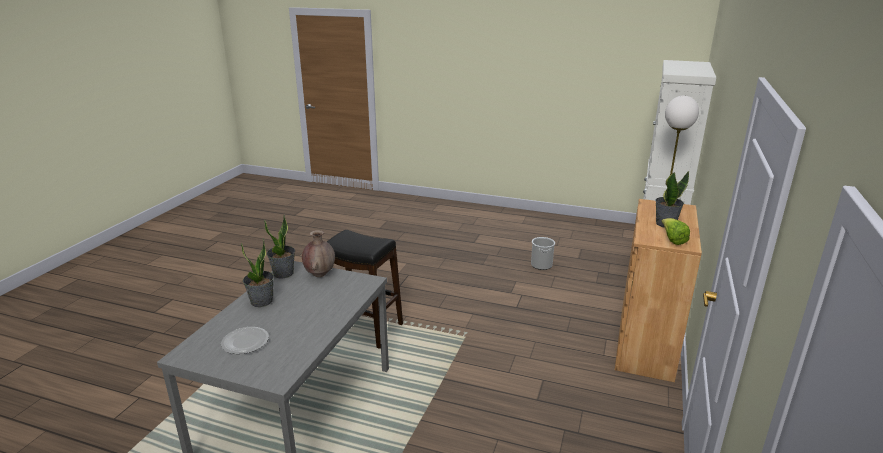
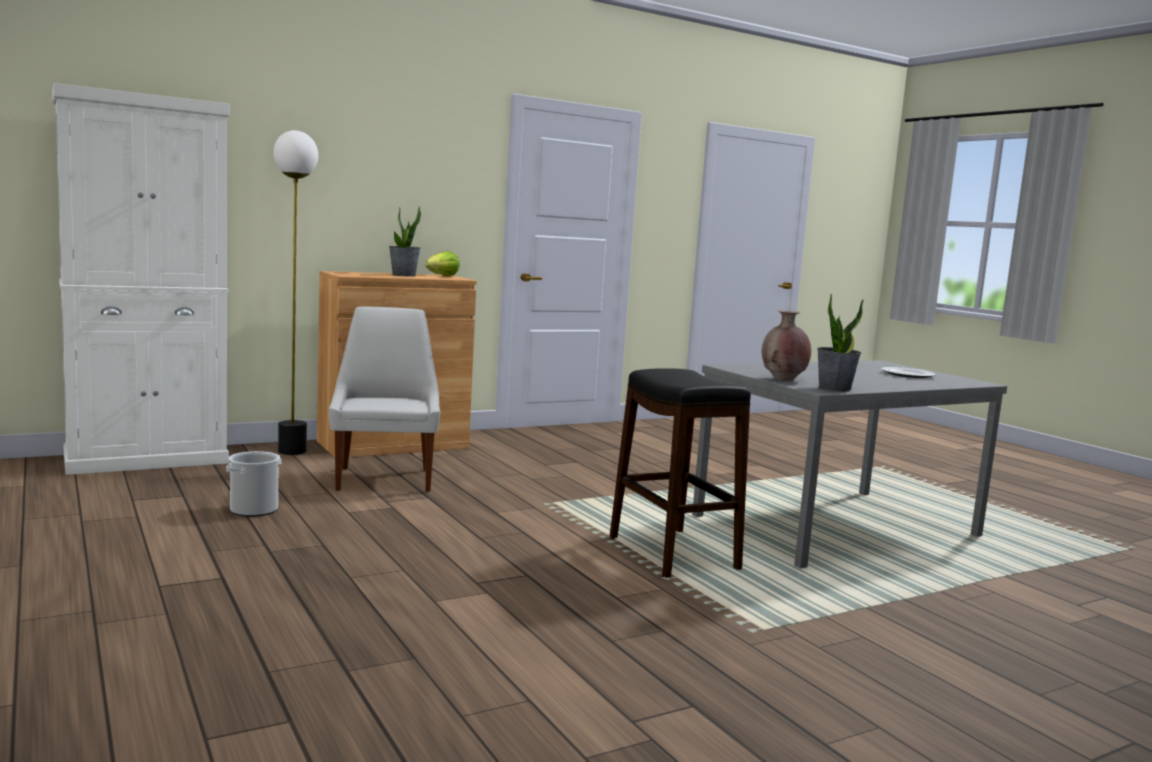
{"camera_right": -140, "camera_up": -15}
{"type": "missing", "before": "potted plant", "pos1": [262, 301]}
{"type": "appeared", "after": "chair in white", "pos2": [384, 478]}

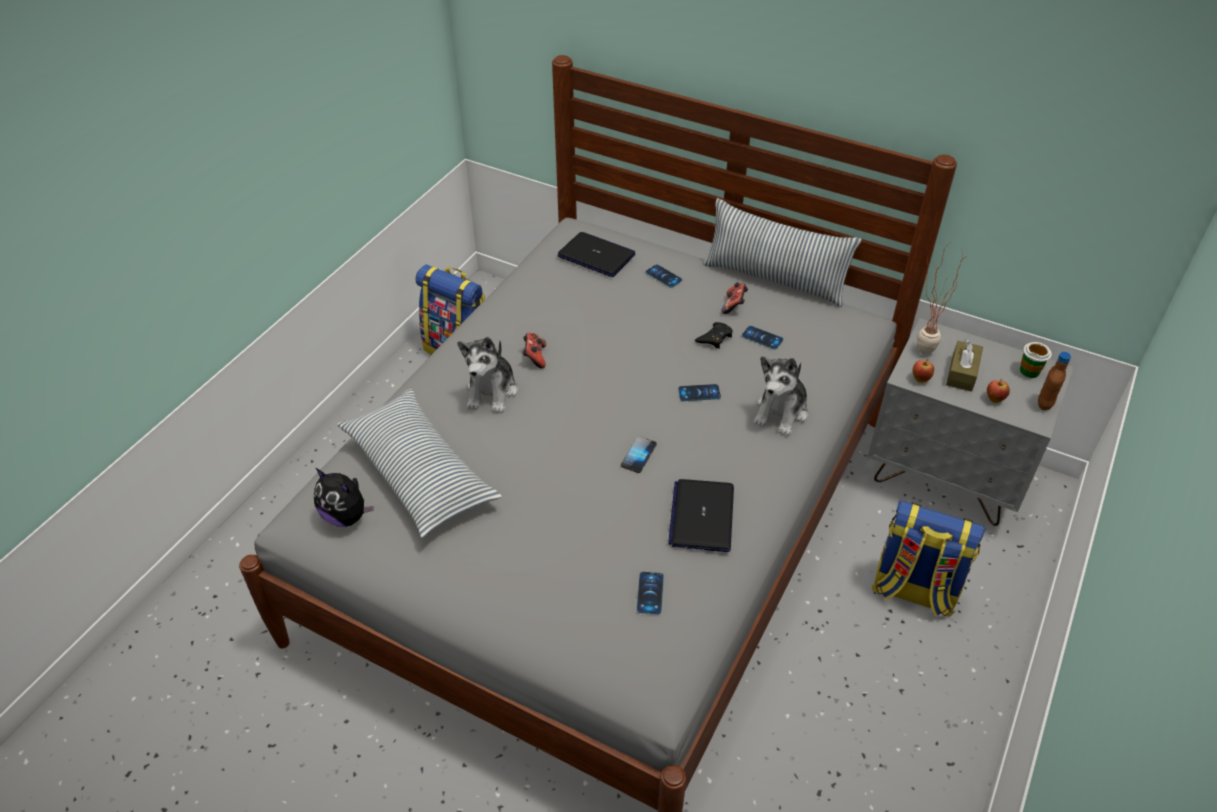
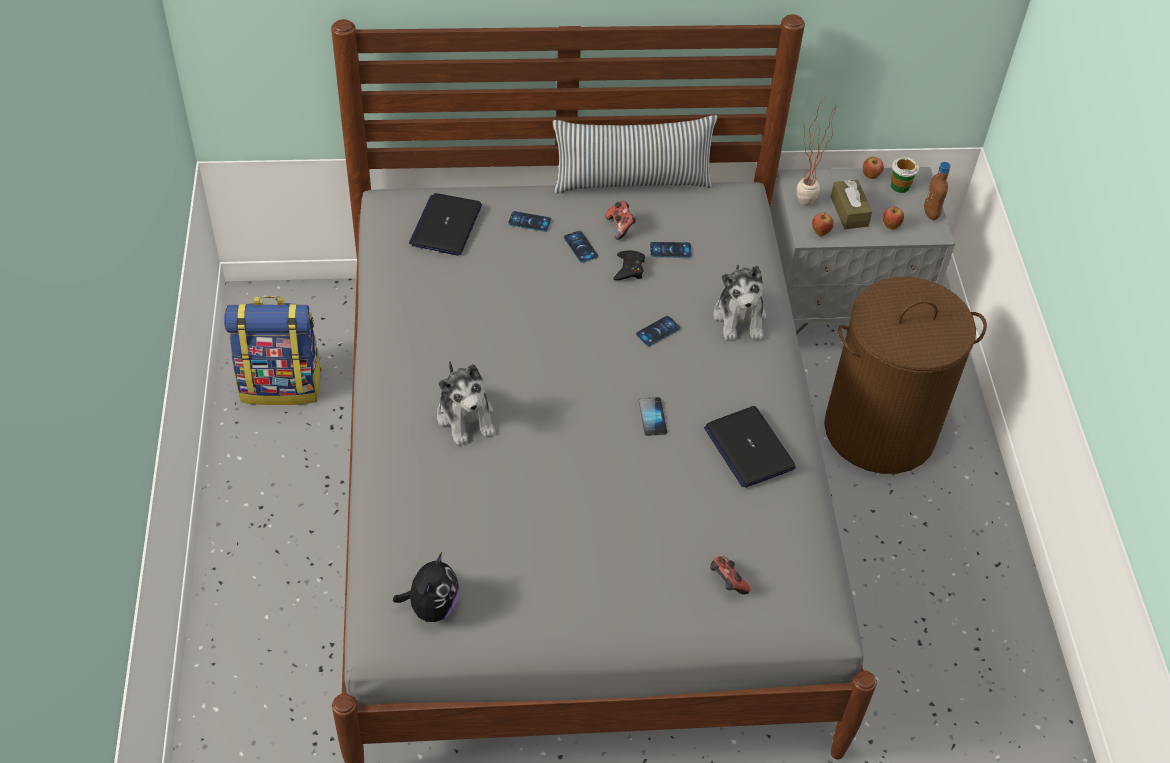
{"camera_right": -35, "camera_up": 5}
{"type": "spun", "before": "laptop", "pos1": [597, 256], "pos2": [446, 225], "turn": -75}
{"type": "relocated", "before": "game controller", "pos1": [535, 357], "pos2": [726, 582]}
{"type": "missing", "before": "pillow", "pos1": [419, 473]}
{"type": "spun", "before": "plush toy", "pos1": [346, 516], "pos2": [432, 607], "turn": -75}
{"type": "exchanged", "before": "backpack", "after": "laundry basket in brown", "pos1": [913, 590], "pos2": [879, 430]}
{"type": "relocated", "before": "phone", "pos1": [650, 593], "pos2": [580, 247]}
{"type": "appeared", "after": "apple", "pos2": [870, 176]}

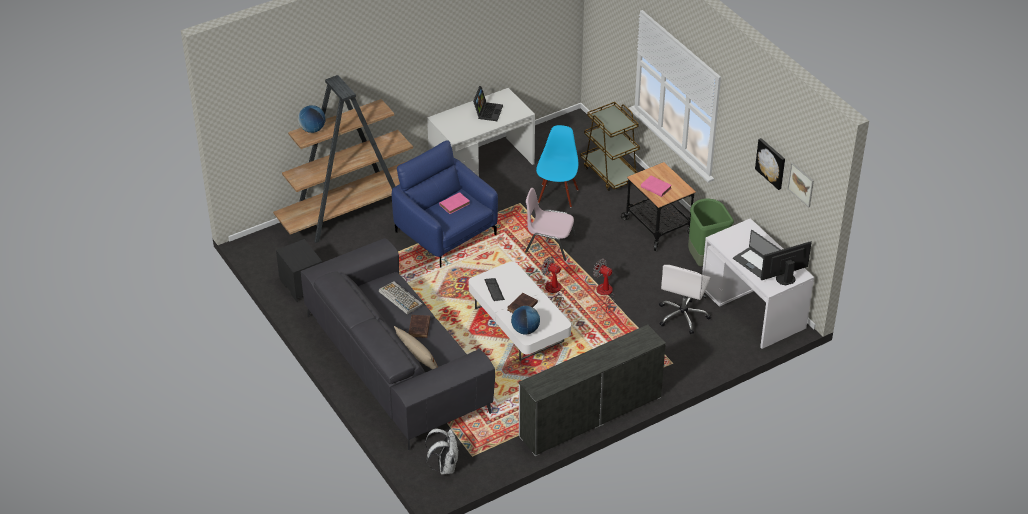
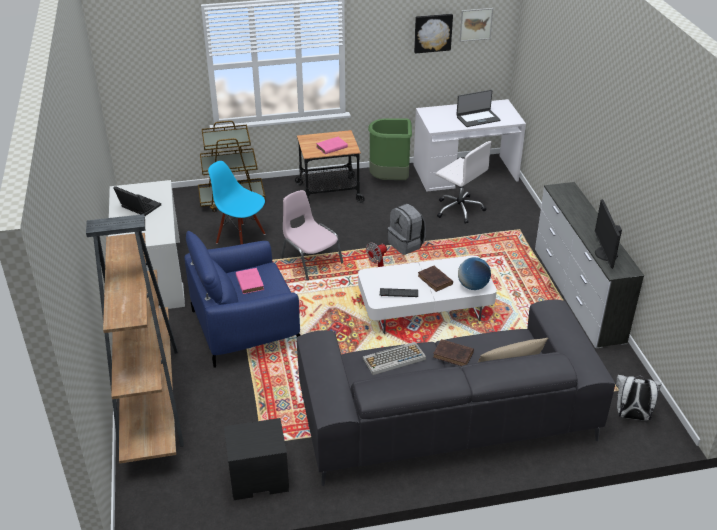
{"camera_right": -70, "camera_up": -5}
{"type": "missing", "before": "globe", "pos1": [312, 129]}
{"type": "spun", "before": "chair in pink", "pos1": [549, 243], "pos2": [310, 260], "turn": 105}
{"type": "relocated", "before": "monitor", "pos1": [785, 278], "pos2": [605, 254]}
{"type": "exchanged", "before": "fan", "after": "backpack in grey", "pos1": [604, 294], "pos2": [406, 244]}

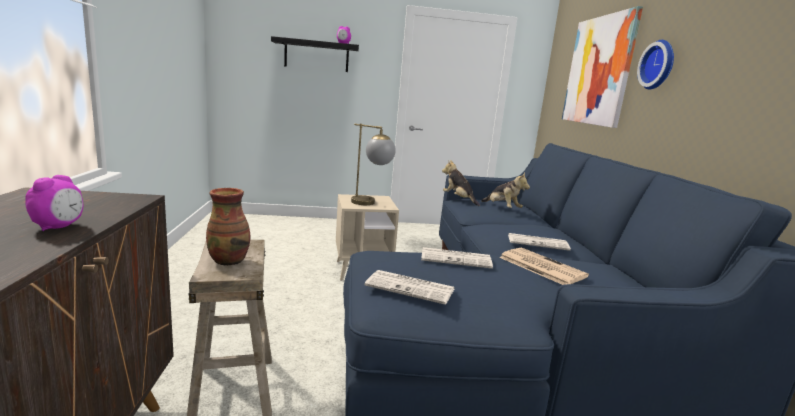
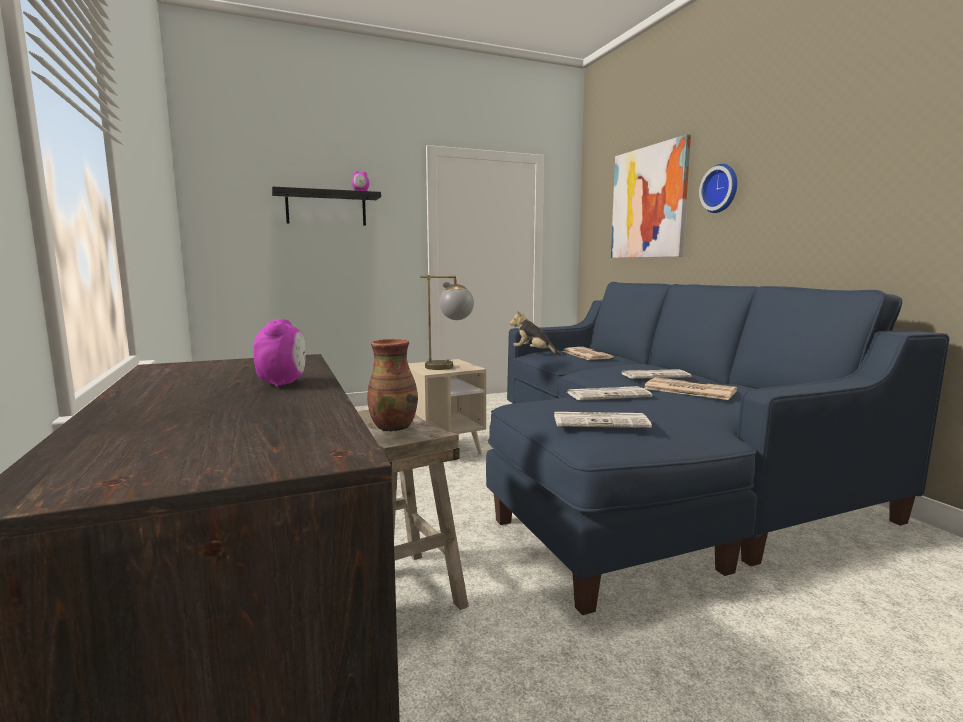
{"camera_right": -15, "camera_up": -5}
{"type": "exchanged", "before": "plush toy", "after": "newspaper", "pos1": [502, 208], "pos2": [585, 354]}

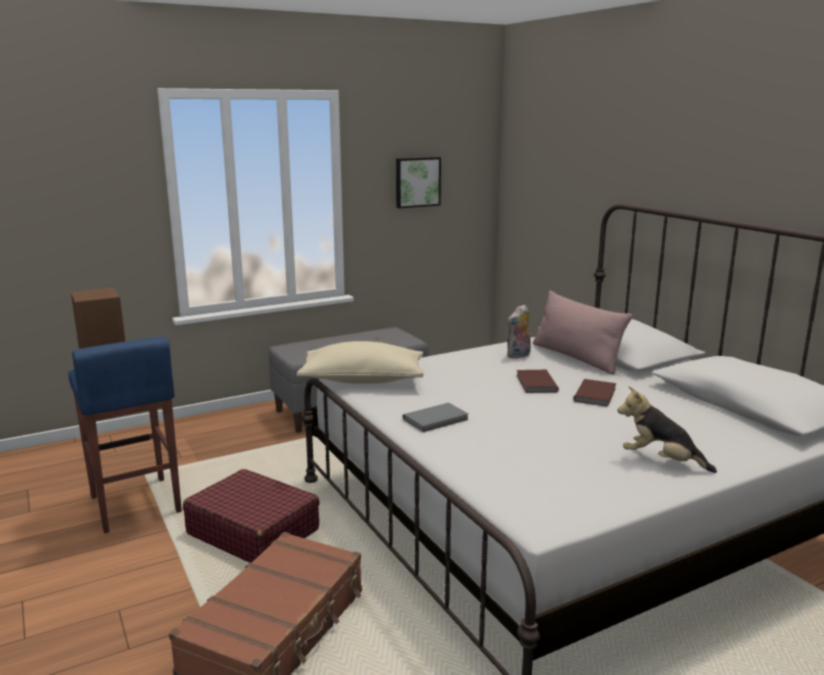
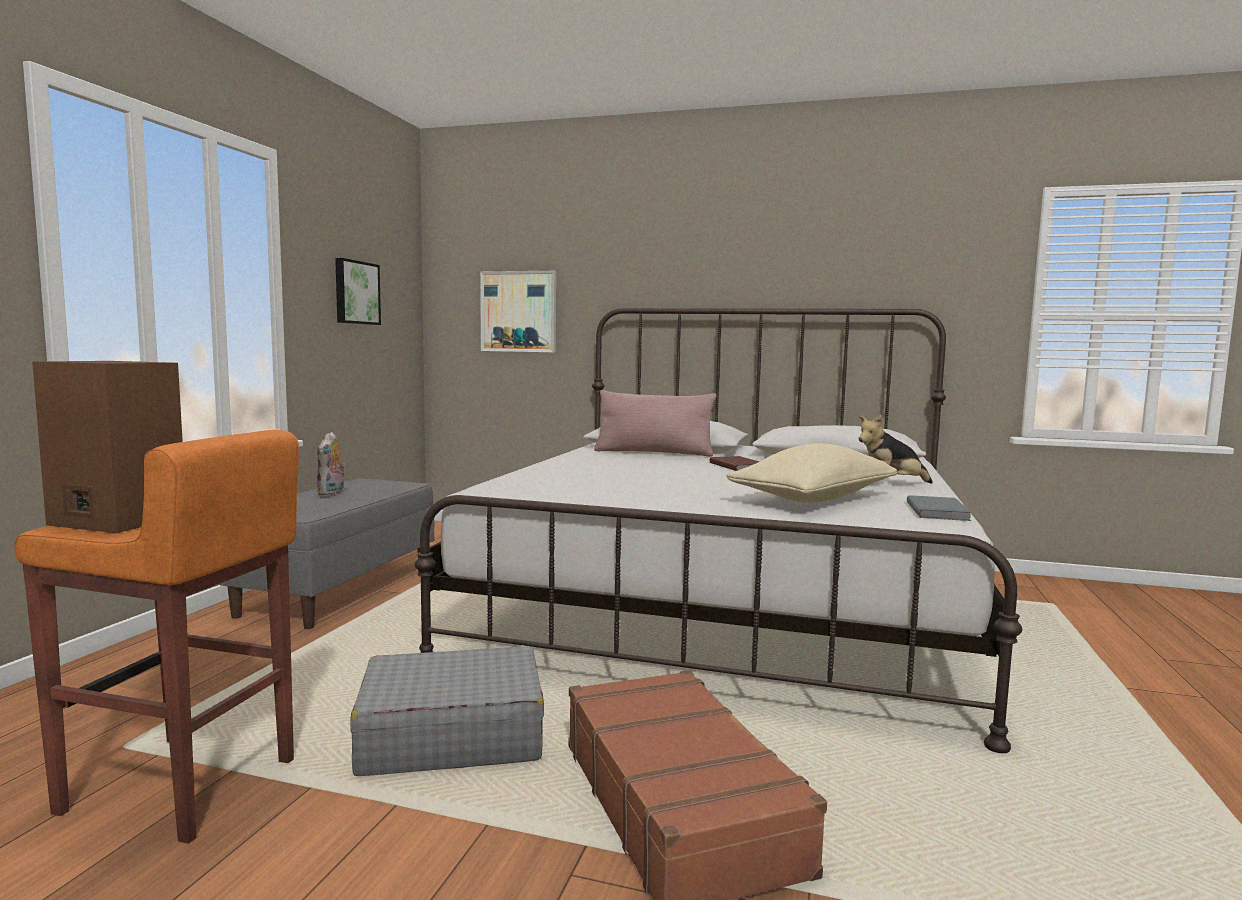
{"camera_right": -45, "camera_up": -10}
{"type": "relocated", "before": "plush toy", "pos1": [519, 356], "pos2": [331, 493]}
{"type": "colour", "before": "stool in blue", "after": "stool in orange", "pos1": [134, 505], "pos2": [181, 788]}
{"type": "relocated", "before": "pillow in beige", "pos1": [362, 380], "pos2": [813, 499]}
{"type": "missing", "before": "book in brown", "pos1": [535, 383]}
{"type": "relocated", "before": "book in grey", "pos1": [437, 420], "pos2": [939, 511]}
{"type": "colour", "before": "suitcase in red", "after": "suitcase in grey", "pos1": [253, 531], "pos2": [450, 735]}
{"type": "appeared", "after": "picture", "pos2": [519, 311]}

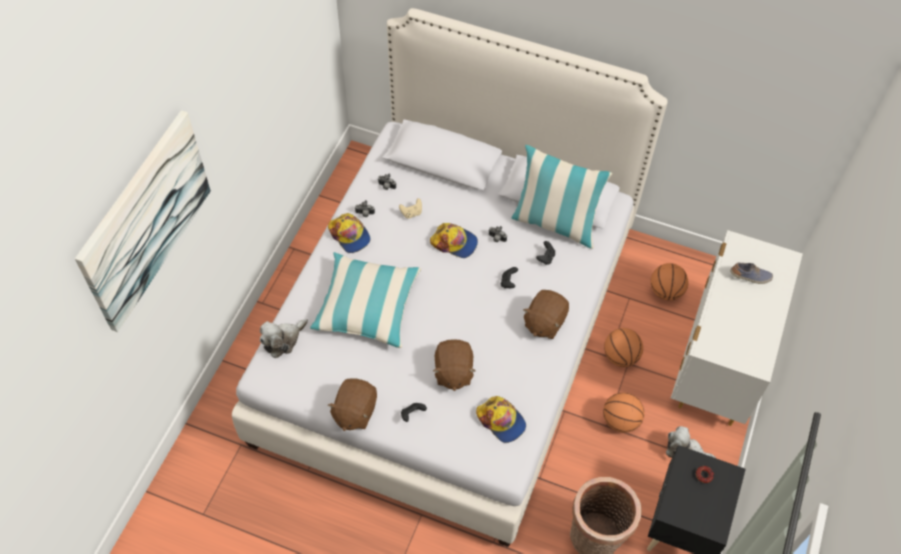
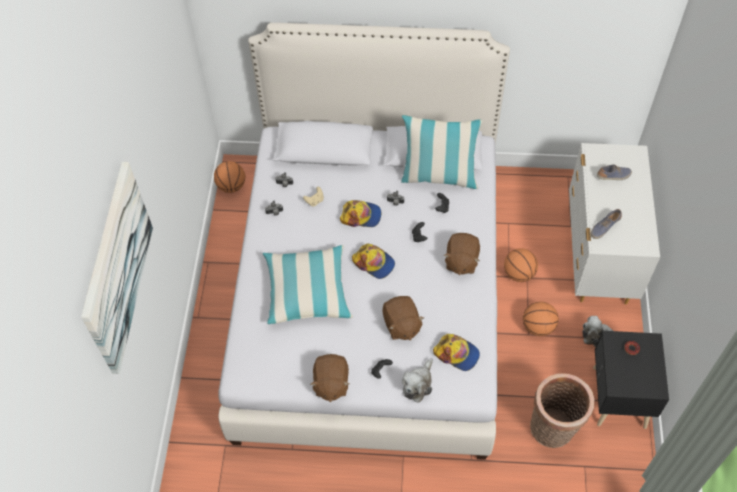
{"camera_right": -15, "camera_up": 0}
{"type": "relocated", "before": "cap", "pos1": [350, 235], "pos2": [374, 263]}
{"type": "relocated", "before": "basketball", "pos1": [666, 291], "pos2": [231, 186]}
{"type": "relocated", "before": "plush toy", "pos1": [283, 340], "pos2": [418, 384]}
{"type": "appeared", "after": "shoe", "pos2": [604, 227]}

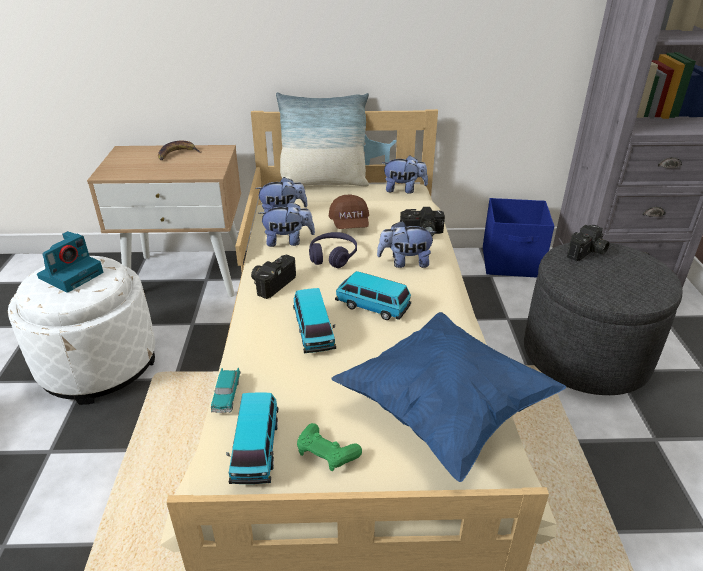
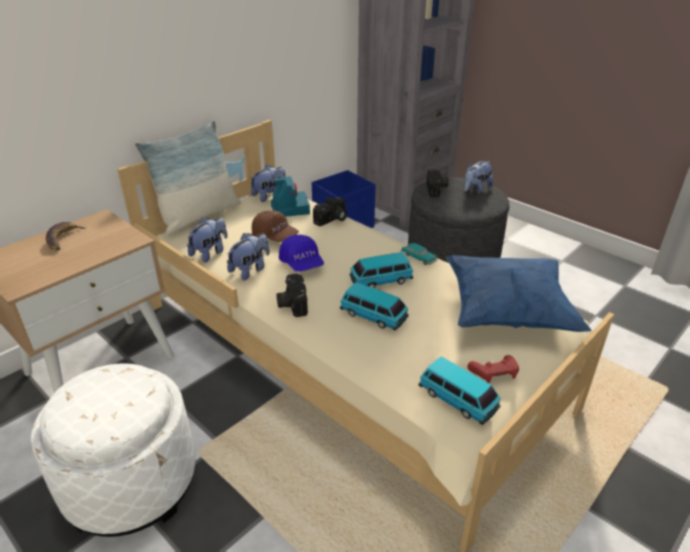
{"camera_right": -45, "camera_up": 0}
{"type": "relocated", "before": "plush toy", "pos1": [405, 262], "pos2": [475, 190]}
{"type": "relocated", "before": "photo camera", "pos1": [72, 274], "pos2": [289, 208]}
{"type": "exchanged", "before": "headphones in purple", "after": "cap in blue", "pos1": [333, 256], "pos2": [302, 263]}
{"type": "relocated", "before": "toy car", "pos1": [226, 394], "pos2": [418, 257]}
{"type": "colour", "before": "game controller in green", "after": "game controller in red", "pos1": [326, 453], "pos2": [494, 373]}

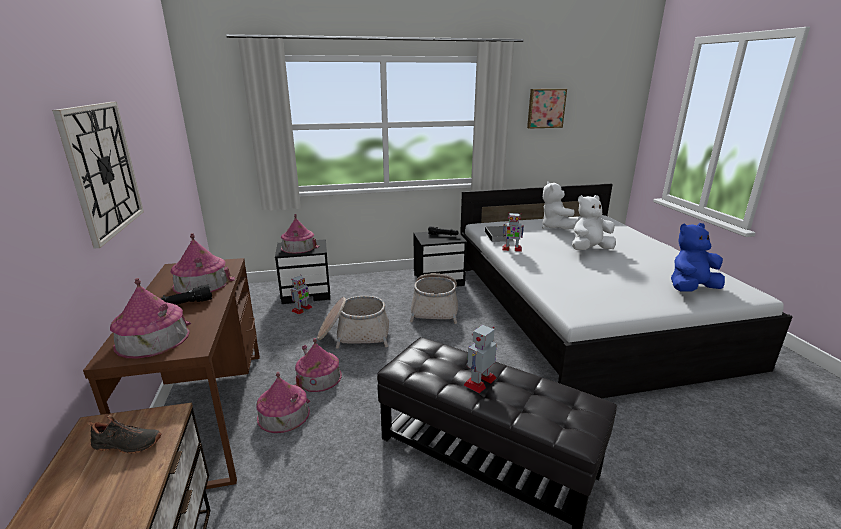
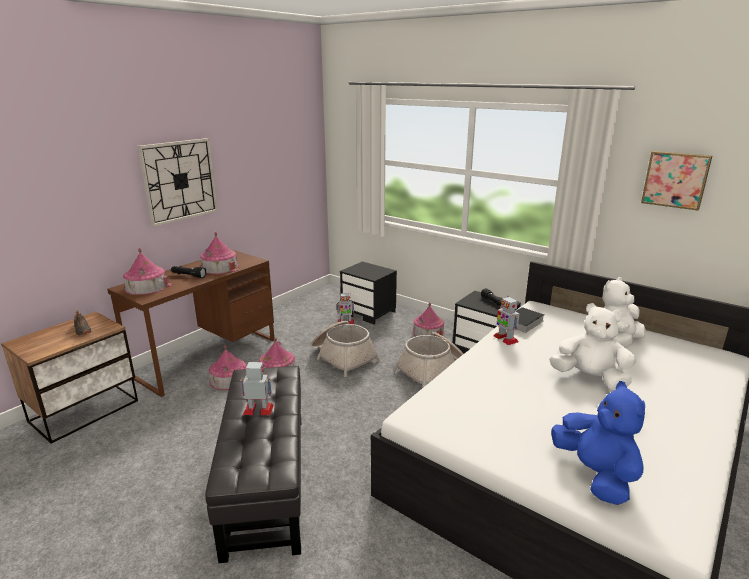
{"camera_right": 50, "camera_up": 0}
{"type": "relocated", "before": "toy house", "pos1": [298, 247], "pos2": [428, 332]}
{"type": "spun", "before": "plush toy in blue", "pos1": [691, 289], "pos2": [595, 474], "turn": 45}

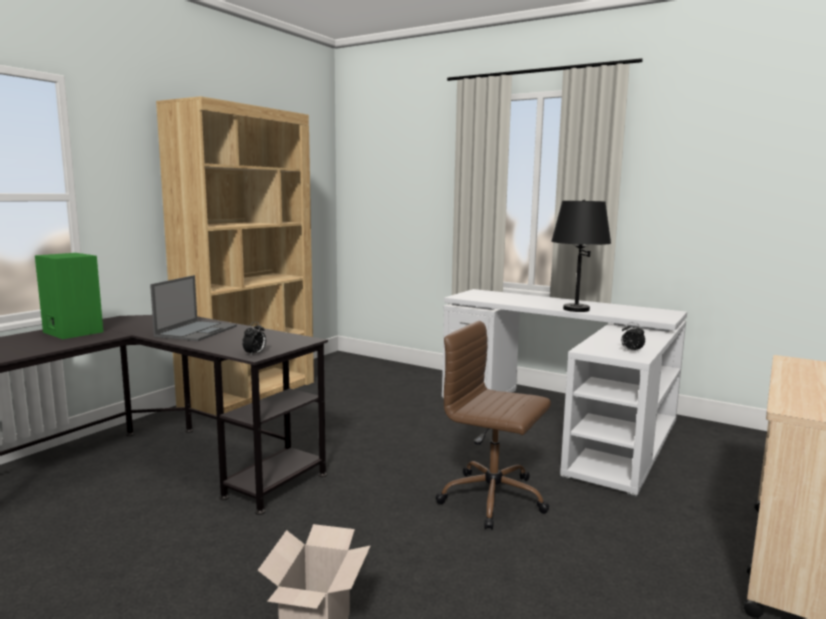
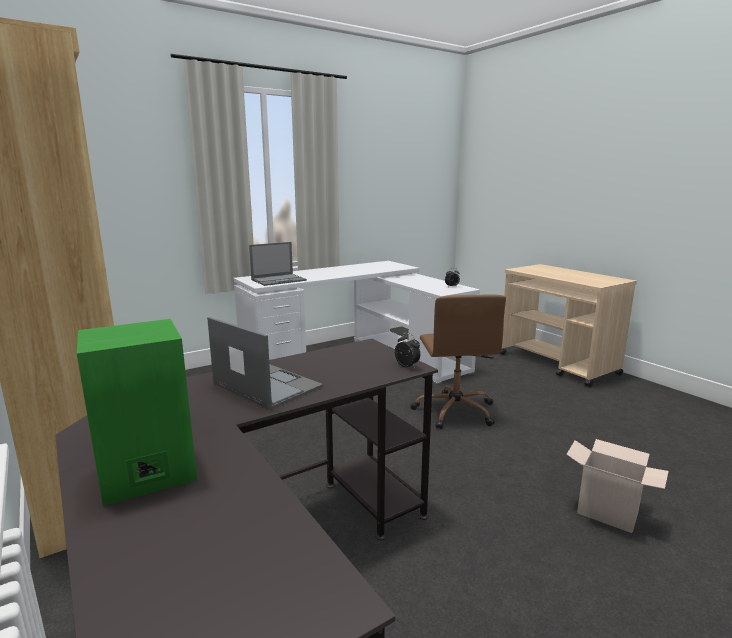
{"camera_right": -65, "camera_up": 5}
{"type": "missing", "before": "table lamp in black", "pos1": [575, 309]}
{"type": "spun", "before": "office chair in brown", "pos1": [494, 499], "pos2": [455, 411], "turn": -60}
{"type": "appeared", "after": "laptop", "pos2": [279, 280]}

